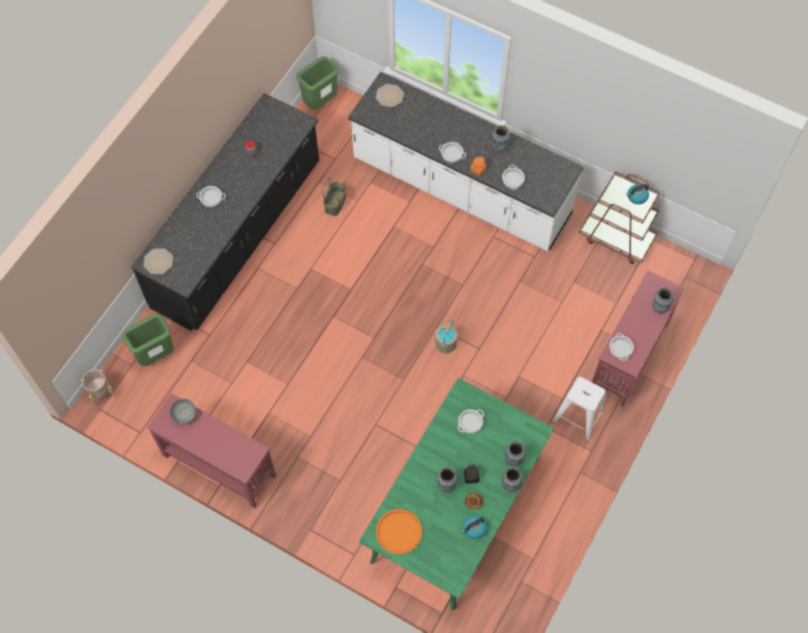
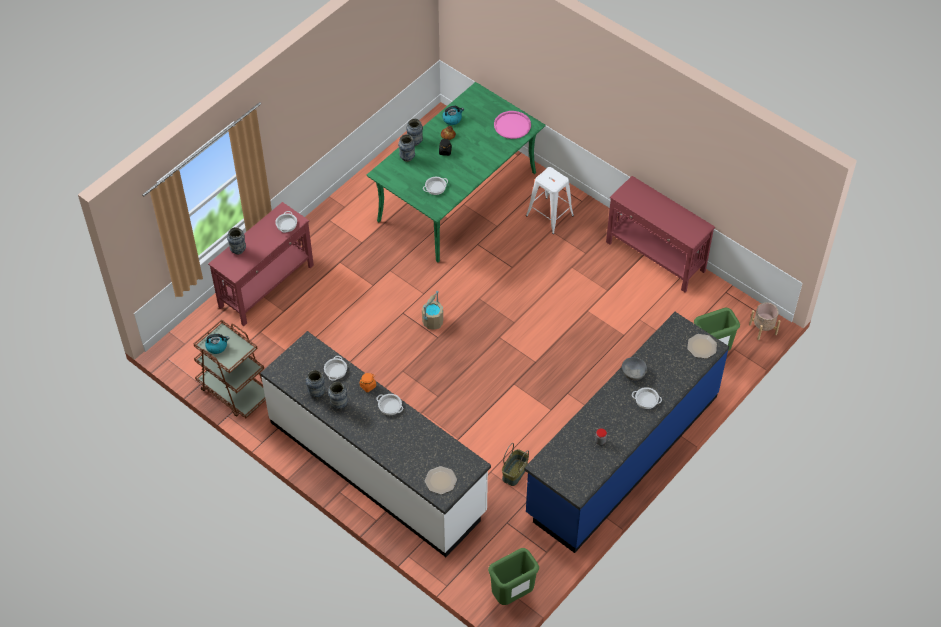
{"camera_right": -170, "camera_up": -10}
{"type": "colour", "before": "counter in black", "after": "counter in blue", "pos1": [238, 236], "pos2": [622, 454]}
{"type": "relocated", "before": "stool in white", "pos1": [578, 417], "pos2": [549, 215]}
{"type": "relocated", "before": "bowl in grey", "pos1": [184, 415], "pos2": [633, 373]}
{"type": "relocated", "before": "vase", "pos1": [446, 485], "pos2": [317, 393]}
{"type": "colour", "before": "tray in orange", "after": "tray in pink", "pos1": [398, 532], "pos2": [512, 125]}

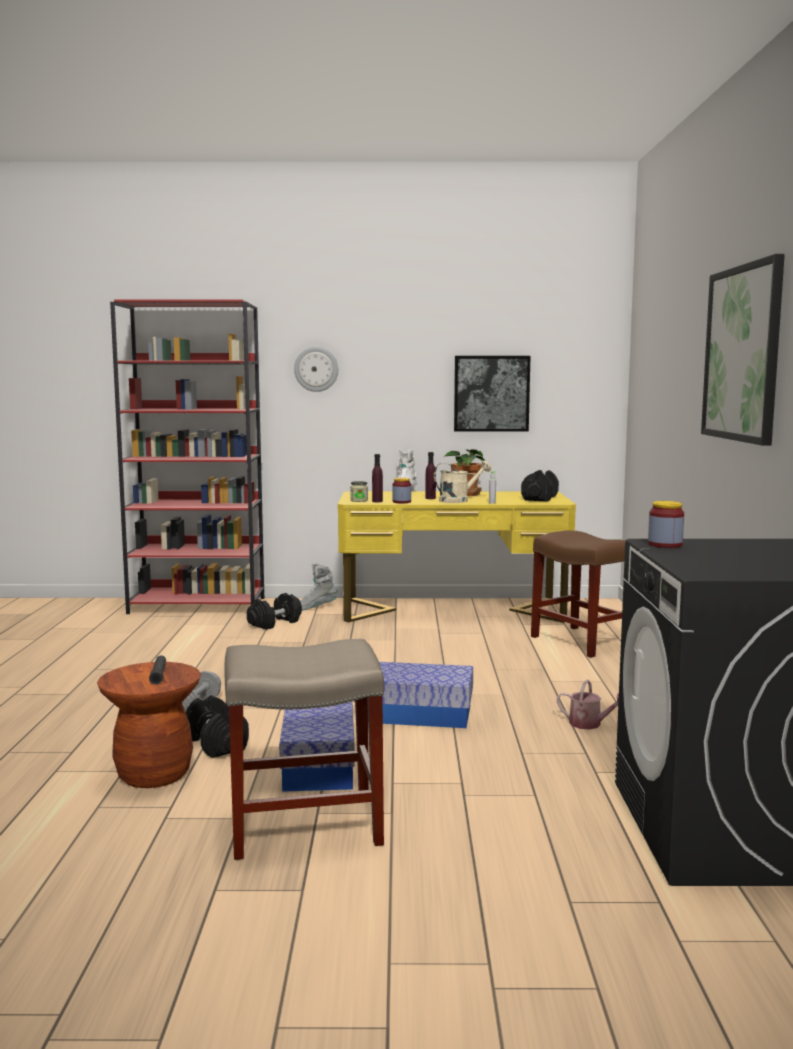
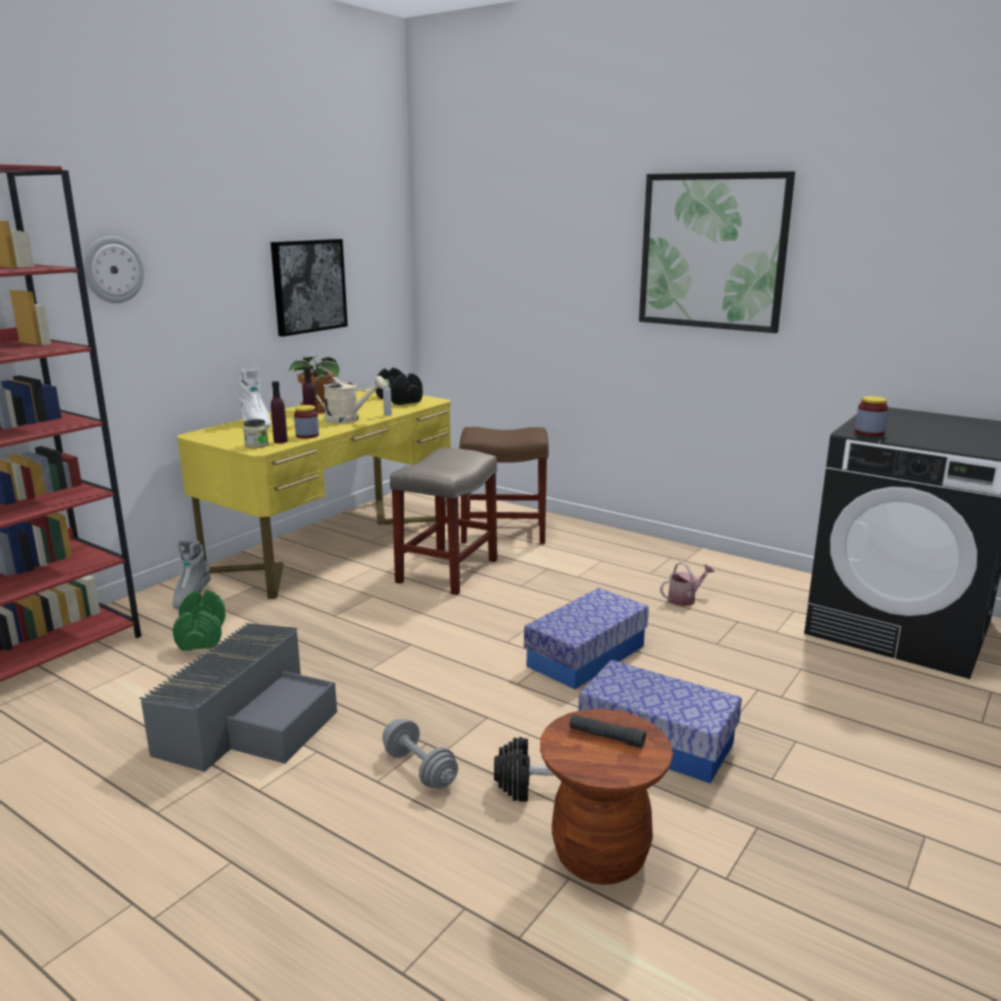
{"camera_right": -55, "camera_up": 10}
{"type": "spun", "before": "watering can in beige", "pos1": [458, 500], "pos2": [348, 419], "turn": 90}
{"type": "colour", "before": "dumbbell in black", "after": "dumbbell in green", "pos1": [274, 623], "pos2": [201, 635]}
{"type": "relocated", "before": "stool in beige", "pos1": [302, 826], "pos2": [447, 572]}
{"type": "appeared", "after": "storage box in grey", "pos2": [249, 721]}

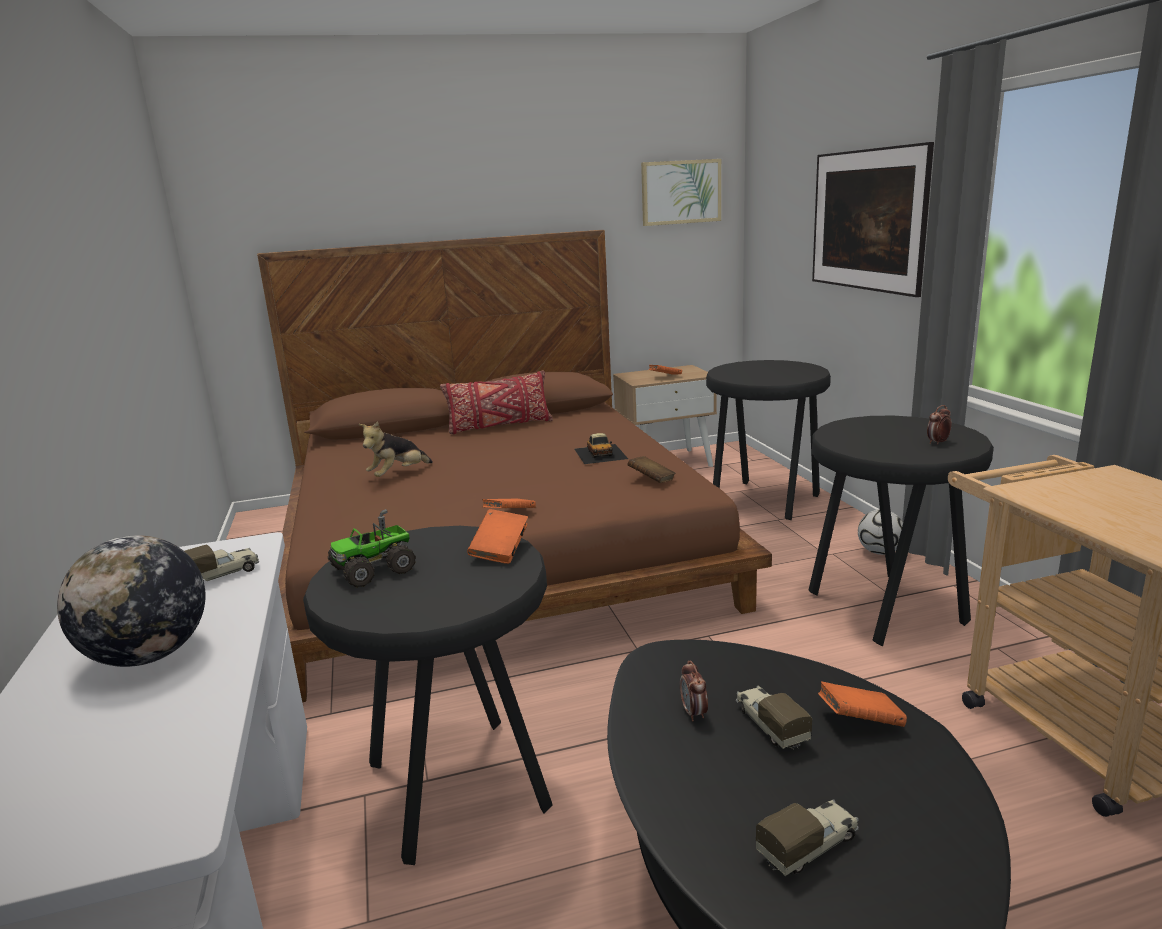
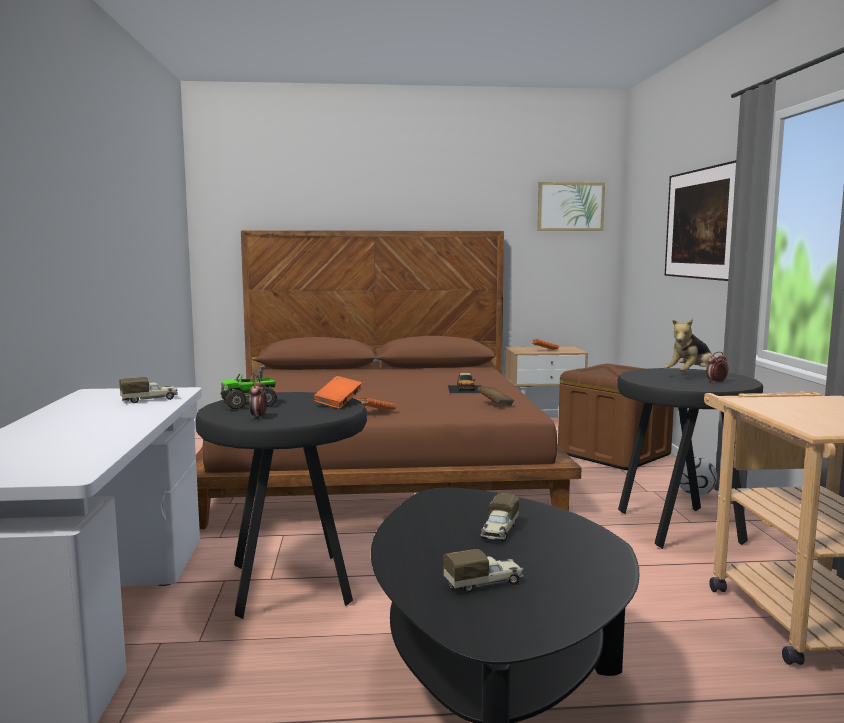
{"camera_right": 10, "camera_up": -10}
{"type": "exchanged", "before": "stool in black", "after": "storage box in brown", "pos1": [764, 500], "pos2": [613, 454]}
{"type": "missing", "before": "pillow in red", "pos1": [499, 426]}
{"type": "relocated", "before": "plush toy", "pos1": [398, 475], "pos2": [691, 375]}
{"type": "missing", "before": "globe", "pos1": [149, 656]}
{"type": "relocated", "before": "alarm clock", "pos1": [694, 713], "pos2": [258, 417]}
{"type": "missing", "before": "book in orange", "pos1": [860, 721]}
{"type": "spun", "before": "toy truck", "pos1": [770, 725], "pos2": [499, 531], "turn": -150}

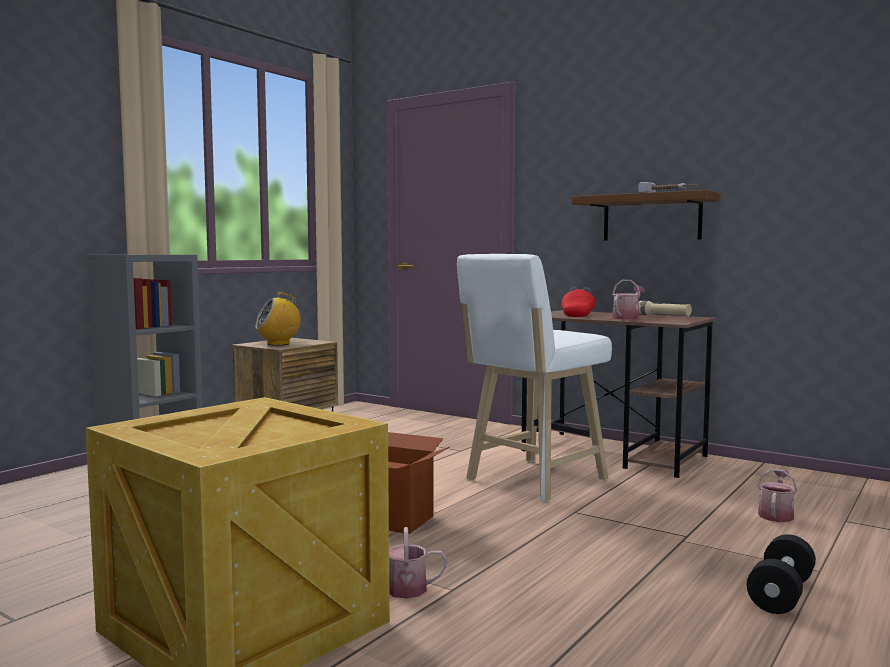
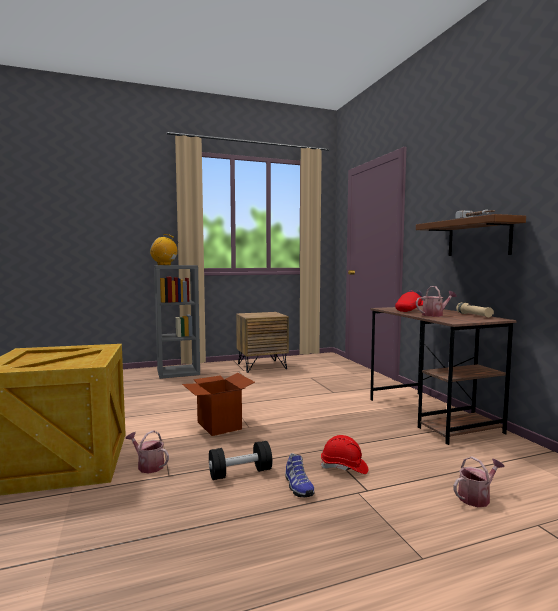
{"camera_right": 35, "camera_up": 0}
{"type": "missing", "before": "stool in white", "pos1": [531, 481]}
{"type": "relocated", "before": "radio", "pos1": [278, 344], "pos2": [164, 265]}
{"type": "relocated", "before": "dumbbell in black", "pos1": [781, 594], "pos2": [240, 473]}
{"type": "appeared", "after": "hard hat in red", "pos2": [344, 467]}
{"type": "appeared", "after": "shoe", "pos2": [297, 487]}

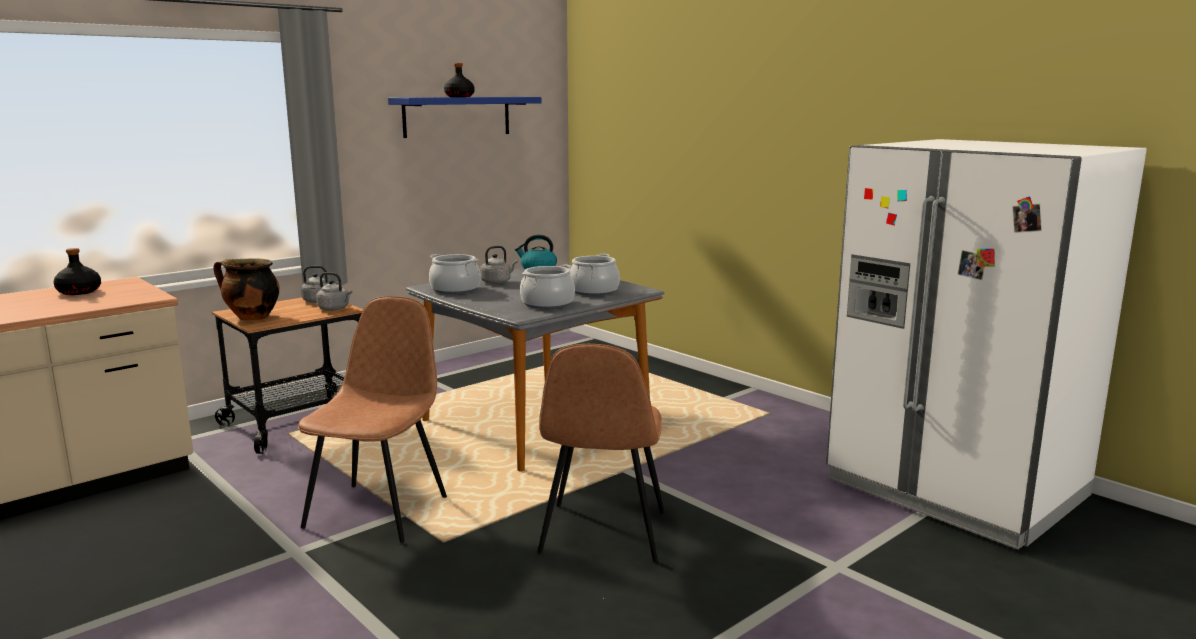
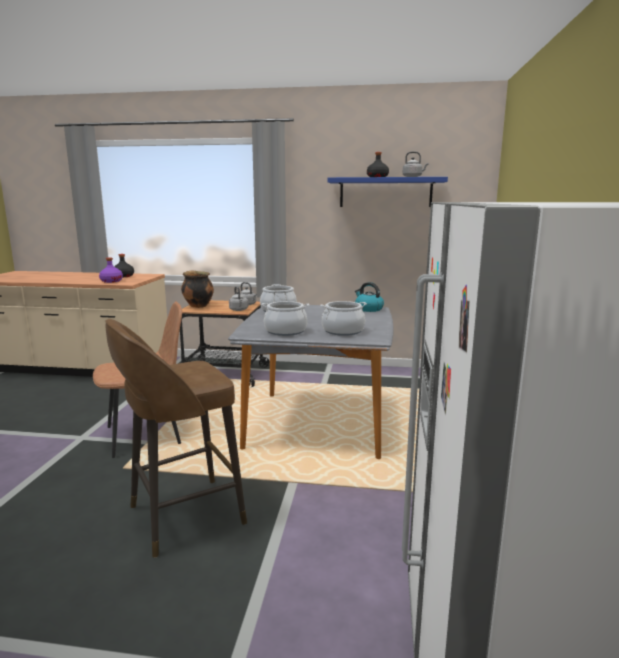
{"camera_right": 50, "camera_up": 0}
{"type": "relocated", "before": "kettle in grey", "pos1": [497, 282], "pos2": [413, 177]}
{"type": "exchanged", "before": "chair in brown", "after": "stool in brown", "pos1": [602, 534], "pos2": [182, 516]}
{"type": "appeared", "after": "bottle in purple", "pos2": [111, 281]}

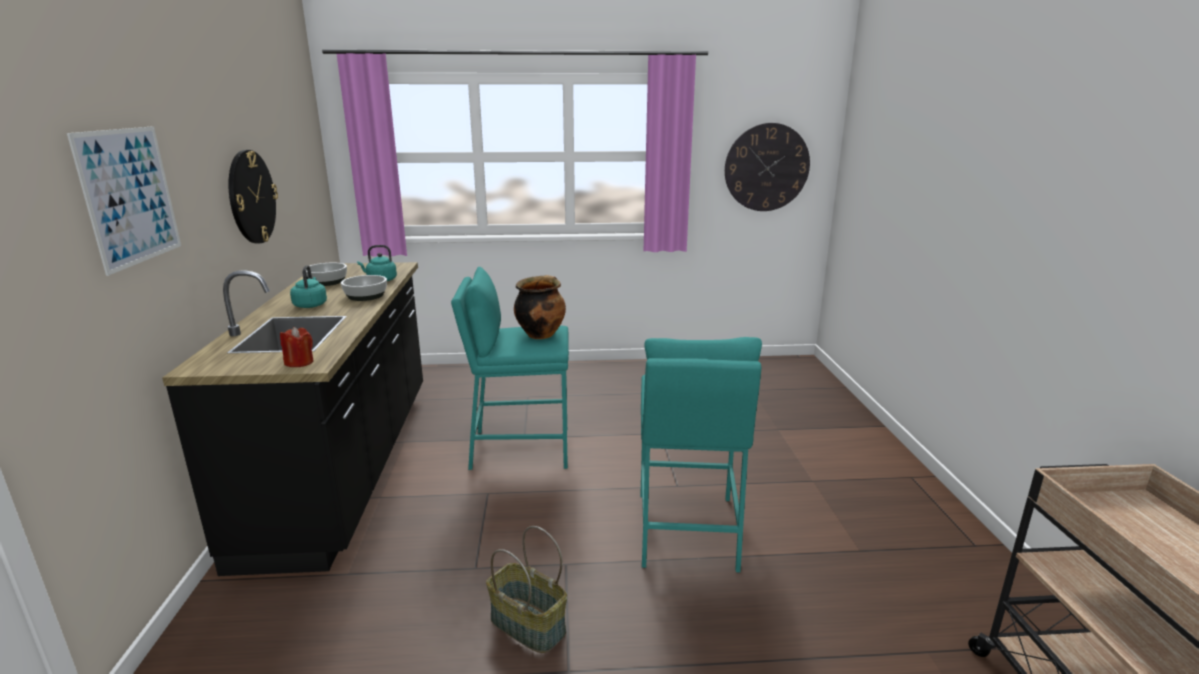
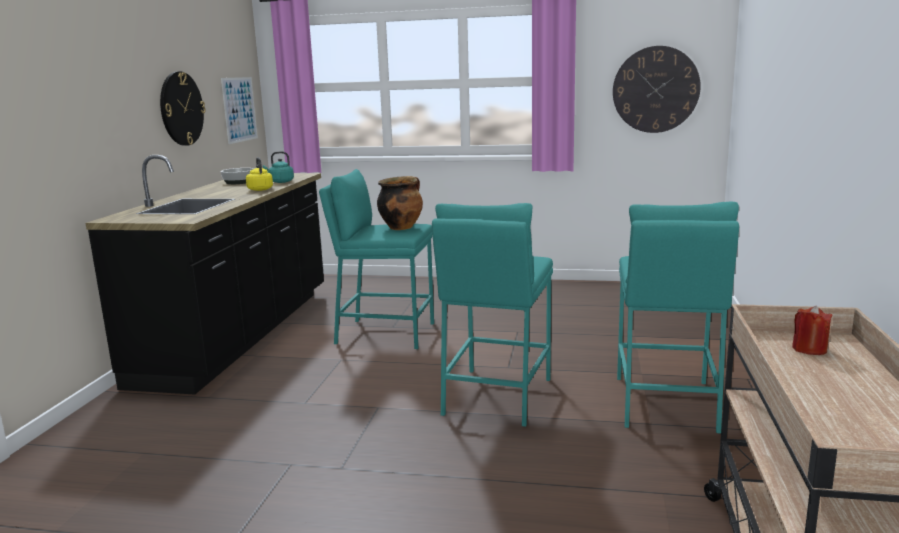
{"camera_right": 15, "camera_up": -5}
{"type": "relocated", "before": "picture", "pos1": [130, 196], "pos2": [239, 109]}
{"type": "missing", "before": "kettle in turquoise", "pos1": [311, 305]}
{"type": "exchanged", "before": "bowl", "after": "kettle in yellow", "pos1": [365, 296], "pos2": [260, 189]}
{"type": "relocated", "before": "candle in red", "pos1": [299, 362], "pos2": [809, 349]}
{"type": "missing", "before": "basket", "pos1": [526, 625]}
{"type": "appeared", "after": "stool in turquoise", "pos2": [665, 403]}

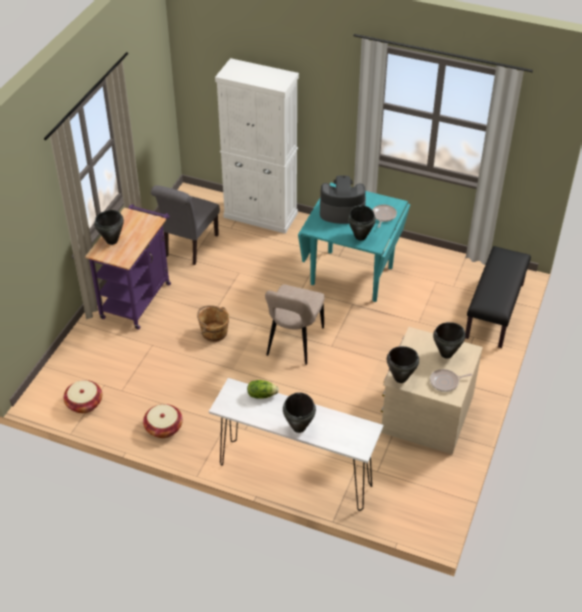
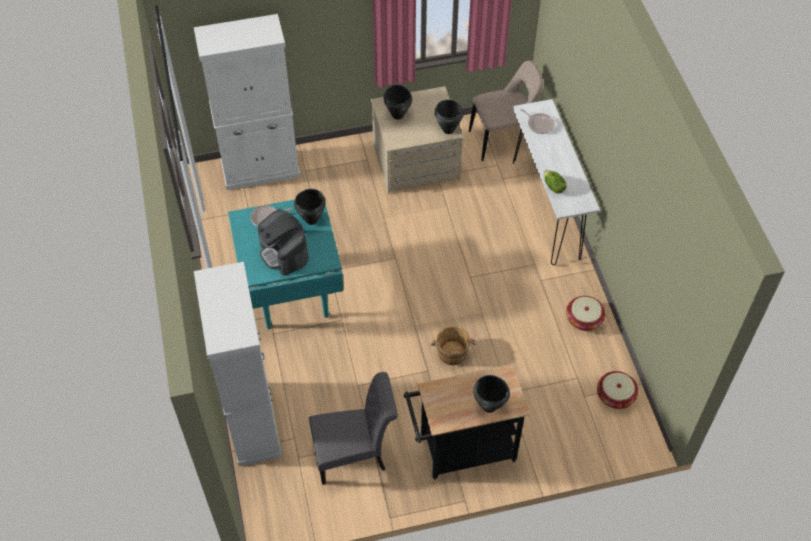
{"camera_right": -125, "camera_up": 10}
{"type": "colour", "before": "cart in purple", "after": "cart in black", "pos1": [138, 297], "pos2": [461, 450]}
{"type": "exchanged", "before": "bench in black", "after": "cabinet in white", "pos1": [495, 311], "pos2": [261, 170]}
{"type": "relocated", "before": "chair in beige", "pos1": [294, 343], "pos2": [503, 140]}
{"type": "relocated", "before": "frying pan", "pos1": [445, 382], "pos2": [539, 124]}
{"type": "missing", "before": "cooking pot in black", "pos1": [299, 427]}

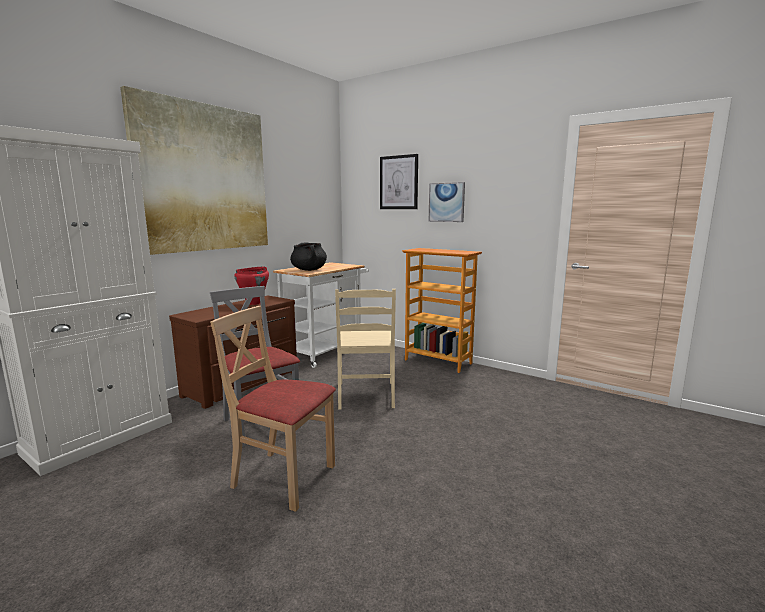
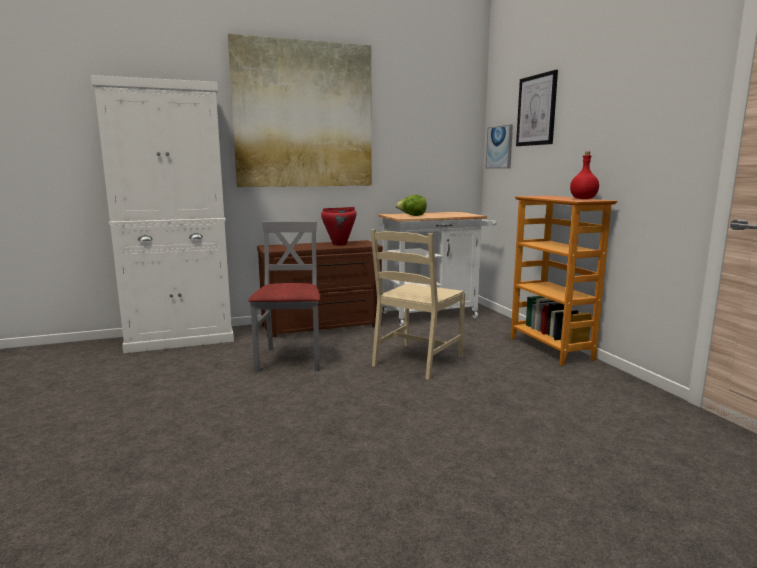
{"camera_right": 35, "camera_up": 0}
{"type": "relocated", "before": "picture", "pos1": [446, 202], "pos2": [499, 147]}
{"type": "exchanged", "before": "cooking pot in black", "after": "lettuce", "pos1": [309, 270], "pos2": [412, 216]}
{"type": "missing", "before": "chair in beige", "pos1": [283, 477]}
{"type": "appeared", "after": "bottle in red", "pos2": [583, 199]}

